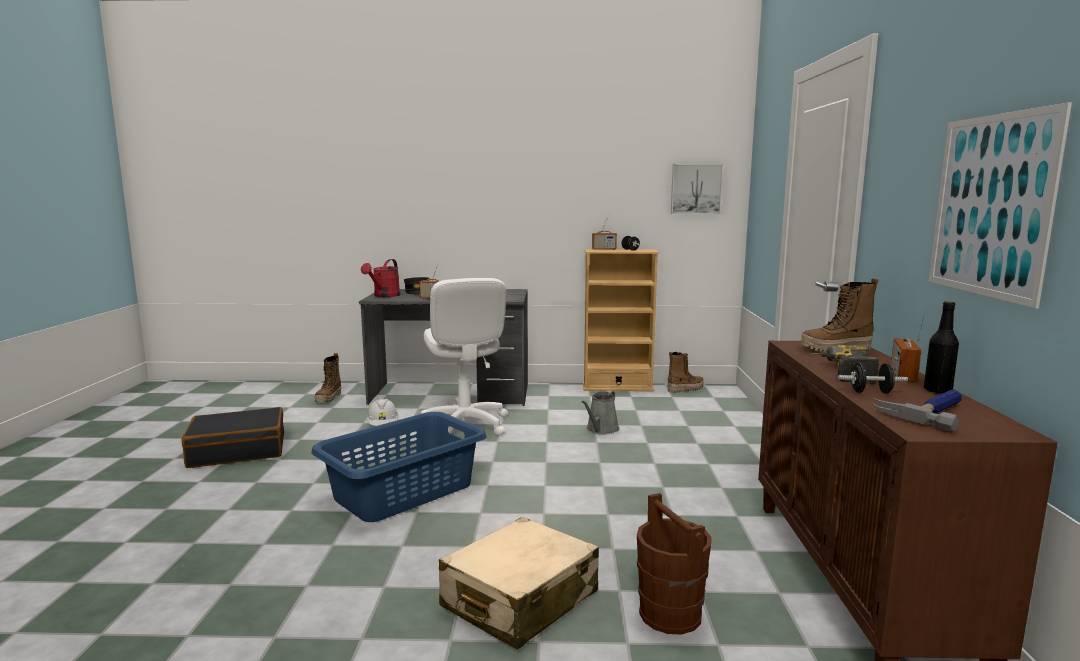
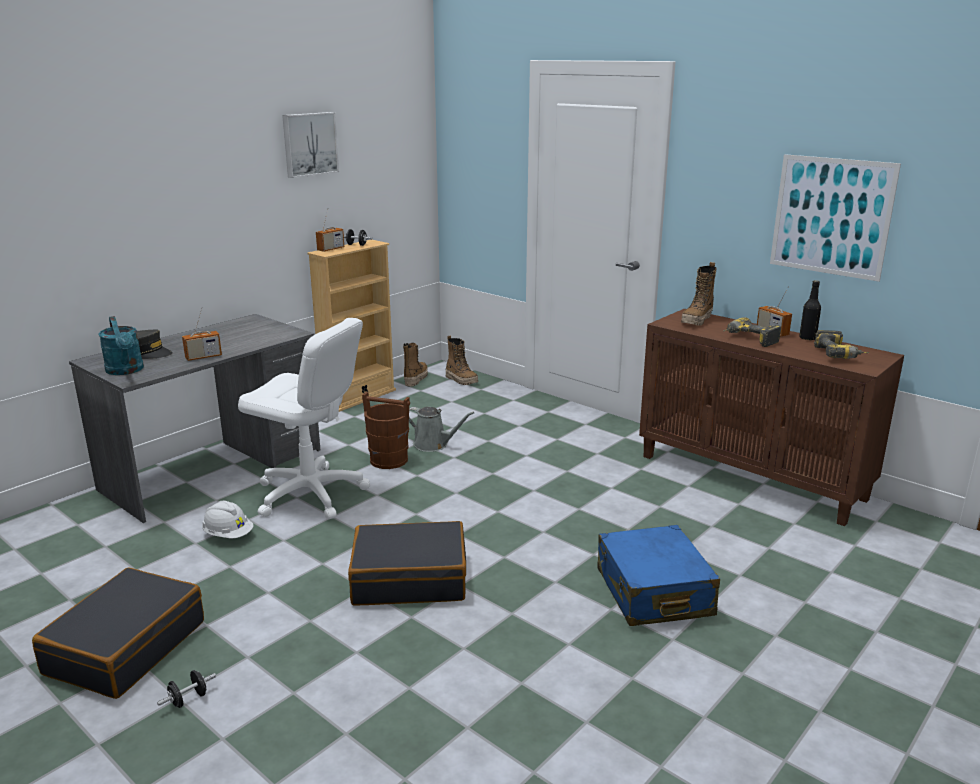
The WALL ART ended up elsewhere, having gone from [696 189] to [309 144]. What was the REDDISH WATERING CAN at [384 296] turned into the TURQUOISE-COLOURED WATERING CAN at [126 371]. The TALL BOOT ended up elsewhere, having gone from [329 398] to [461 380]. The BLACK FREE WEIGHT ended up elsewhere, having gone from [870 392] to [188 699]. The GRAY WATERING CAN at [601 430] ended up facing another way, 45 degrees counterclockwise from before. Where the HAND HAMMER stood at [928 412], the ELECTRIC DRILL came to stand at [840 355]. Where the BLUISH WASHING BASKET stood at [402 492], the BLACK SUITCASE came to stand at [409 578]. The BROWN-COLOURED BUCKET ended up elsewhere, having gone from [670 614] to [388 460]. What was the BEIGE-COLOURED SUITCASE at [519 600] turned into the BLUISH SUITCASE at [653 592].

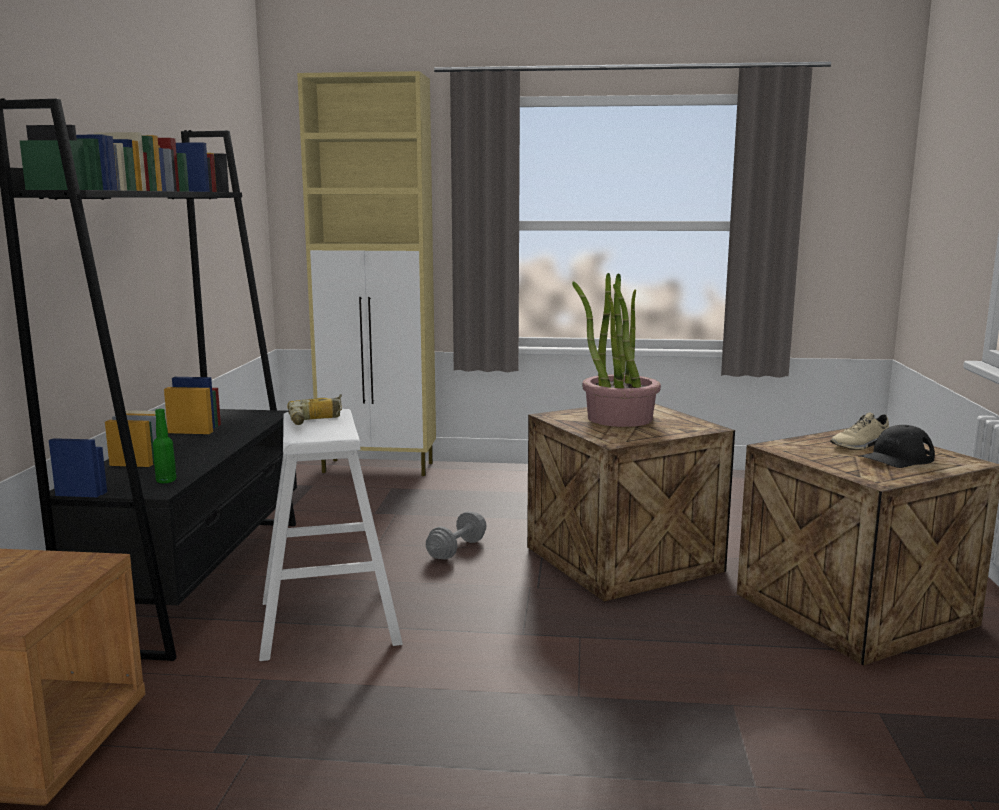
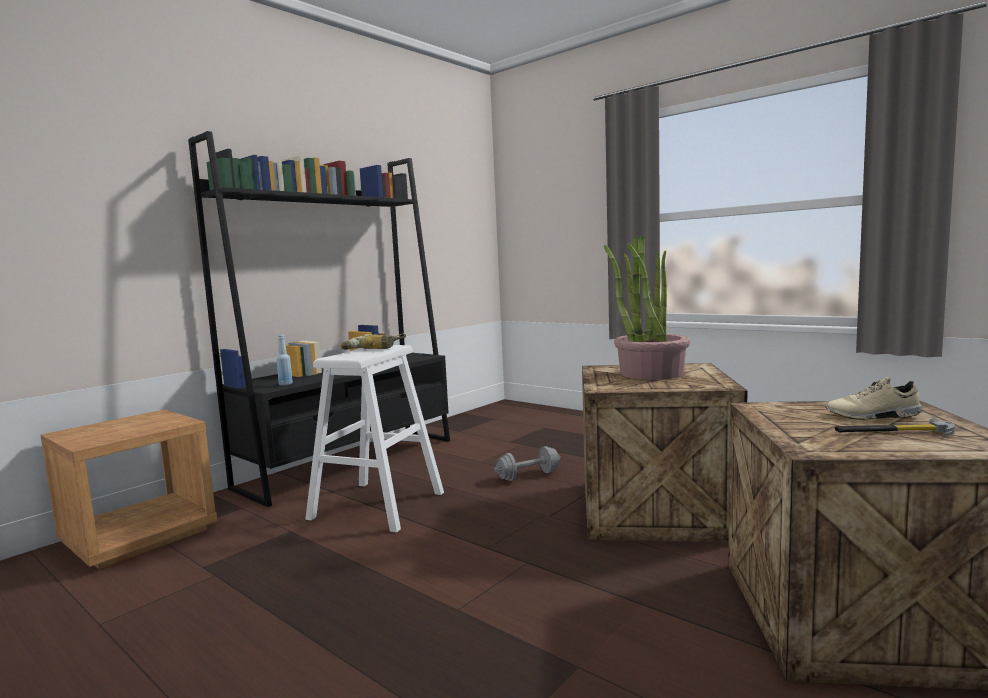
The second view lost the BEIGE-COLOURED STORAGE CABINET at [379 468]. What was the GREEN-COLOURED DRINK BOTTLE at [166 481] turned into the BLUISH DRINK BOTTLE at [285 384]. Where the BLACK PEAKED CAP stood at [896 458], the HAND HAMMER came to stand at [894 432].

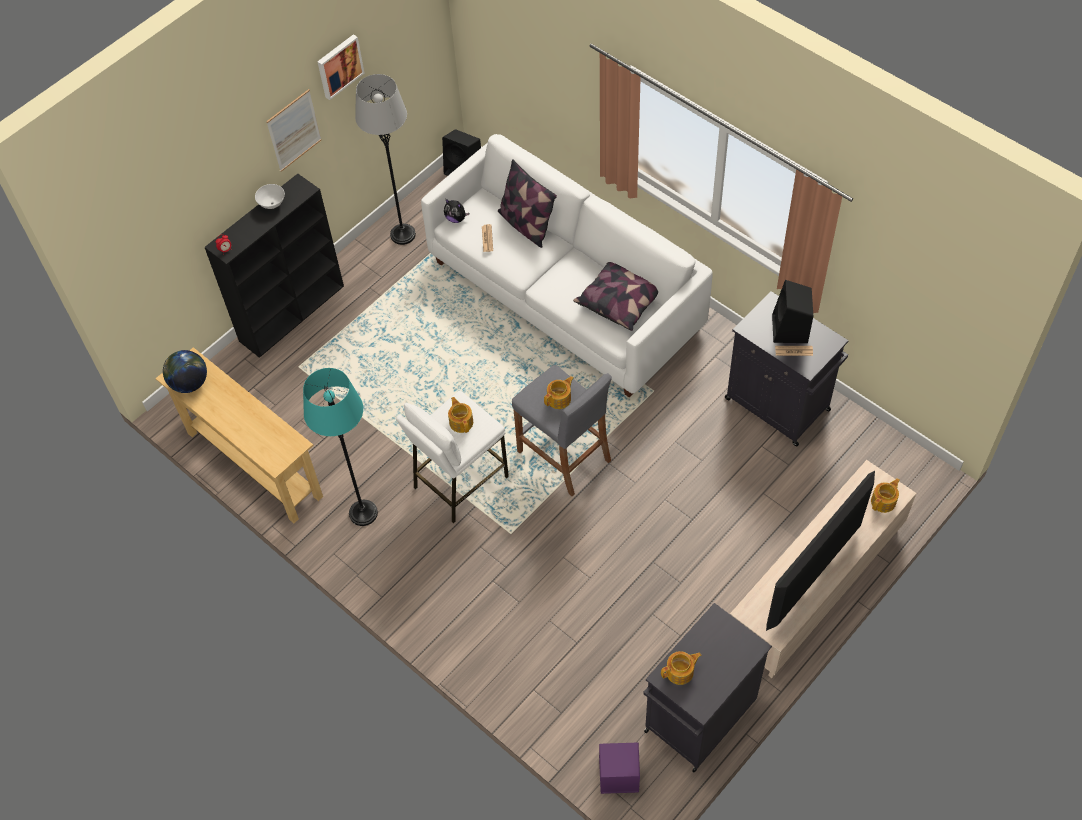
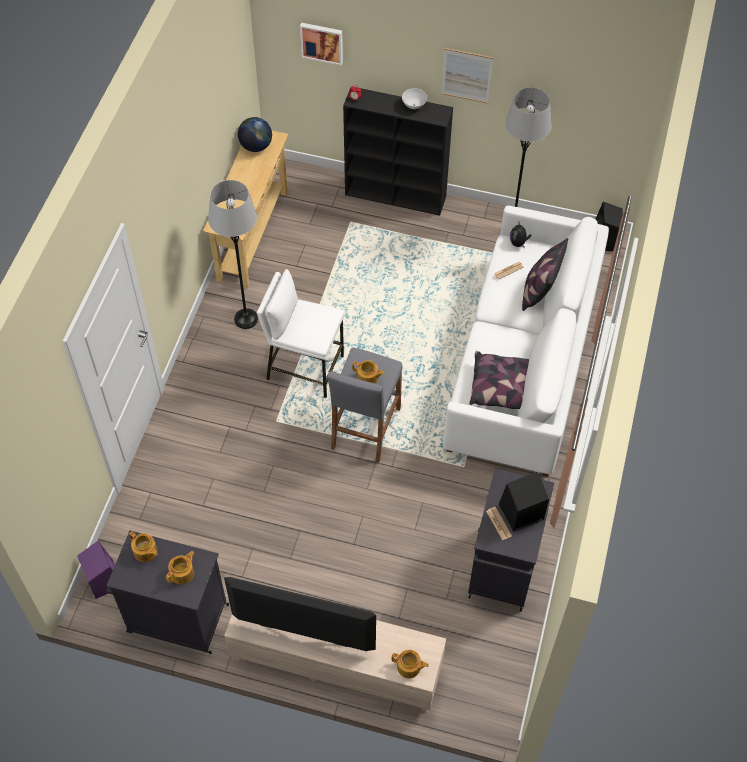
The WALL ART ended up elsewhere, having gone from [339 66] to [322 42]. What was the TURQUOISE-COLOURED STANDARD LAMP at [363 513] turned into the GRAY STANDARD LAMP at [246 319]. The POT FOR TEA ended up elsewhere, having gone from [461 422] to [183 573].

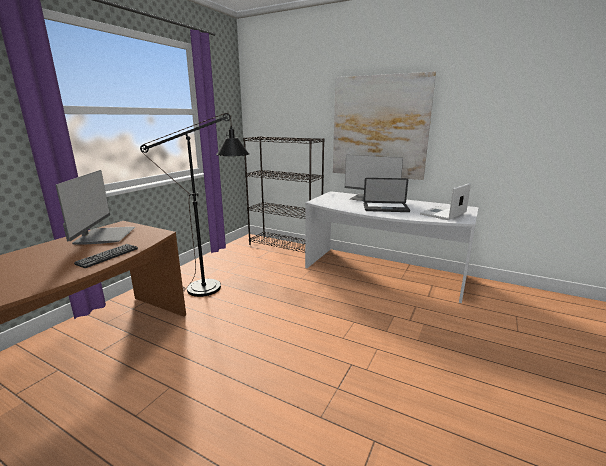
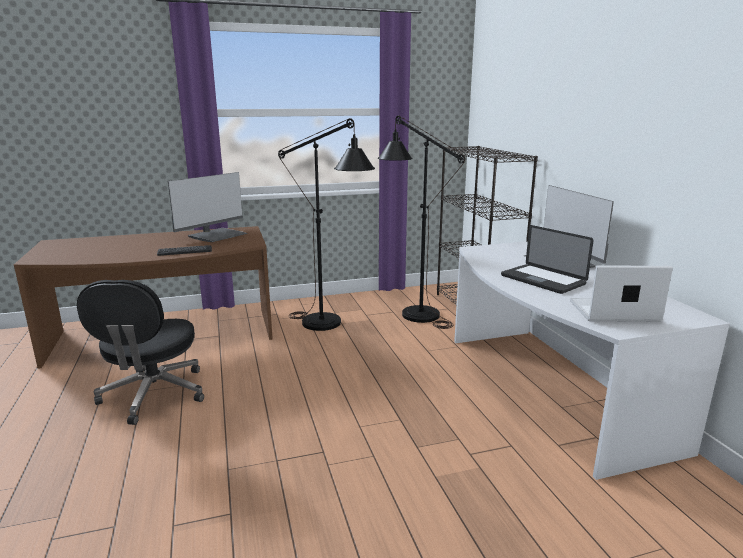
The second view lost the WALL ART at [379 127]. The second view gained the BLACK STANDARD LAMP at [413 311]. The second view gained the BLACK OFFICE CHAIR at [153 395].

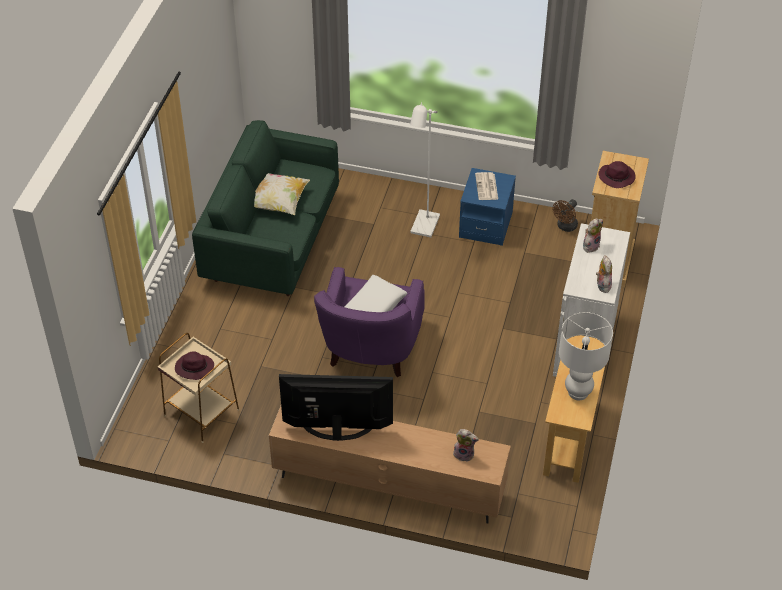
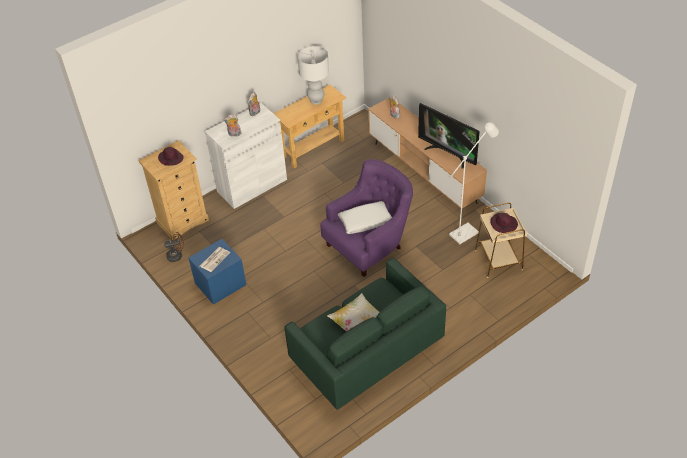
The WHITE-COLOURED STANDARD LAMP ended up elsewhere, having gone from [423 229] to [467 231].

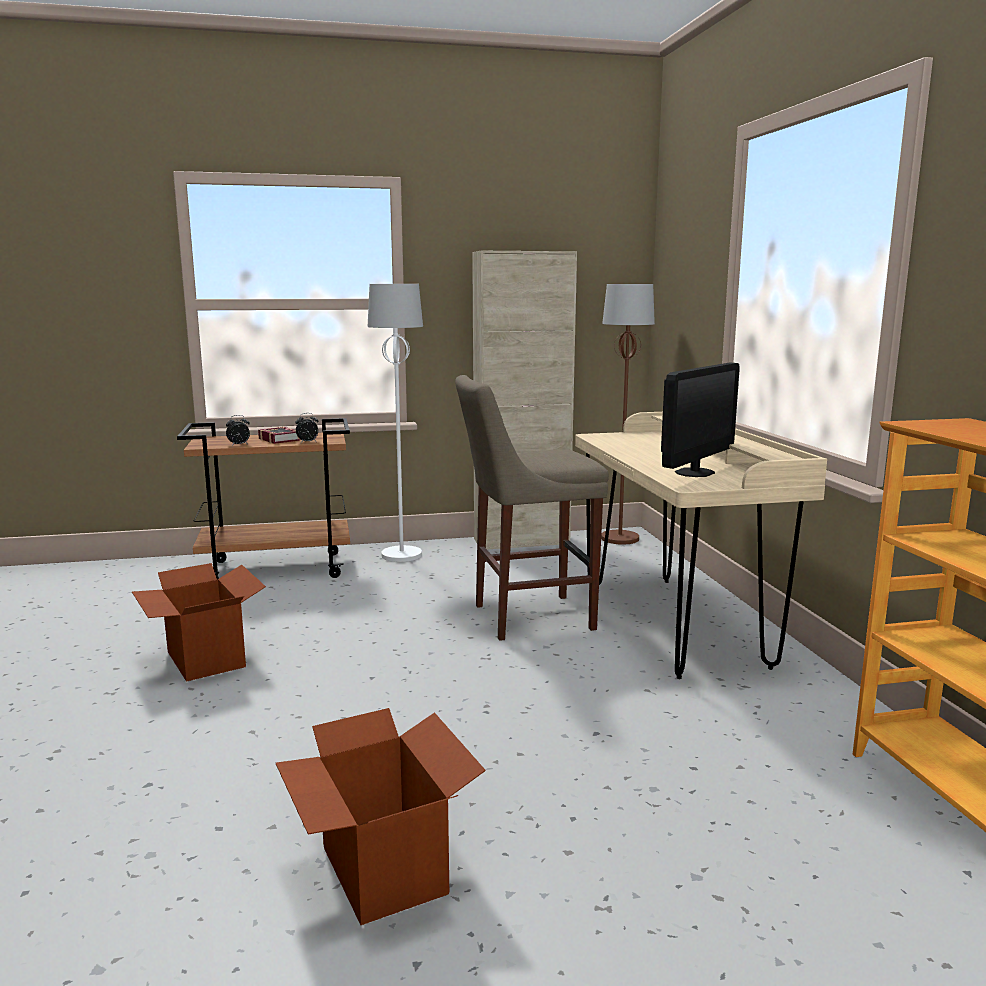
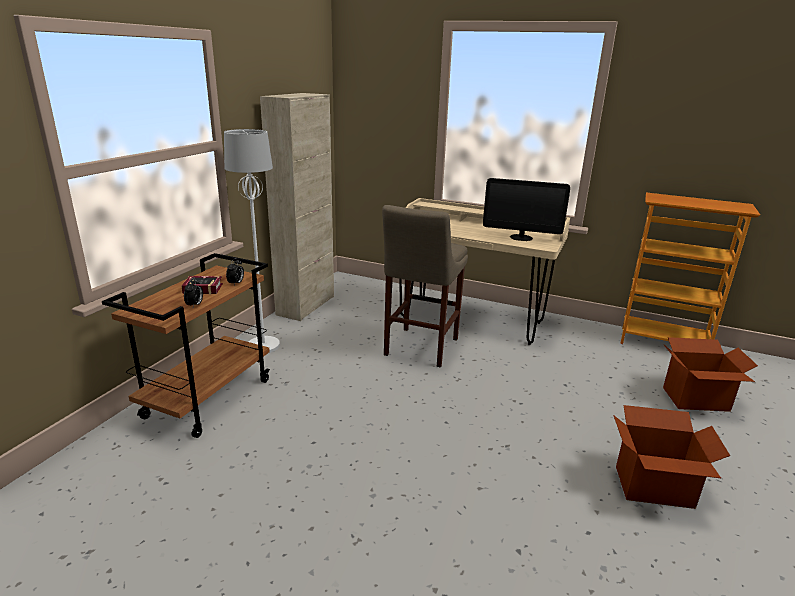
The second view lost the BROWN-COLOURED STANDARD LAMP at [620 538]. The MONITOR at [694 472] ended up facing another way, 120 degrees clockwise from before. The CARDBOARD BOX ended up elsewhere, having gone from [204 659] to [696 400].

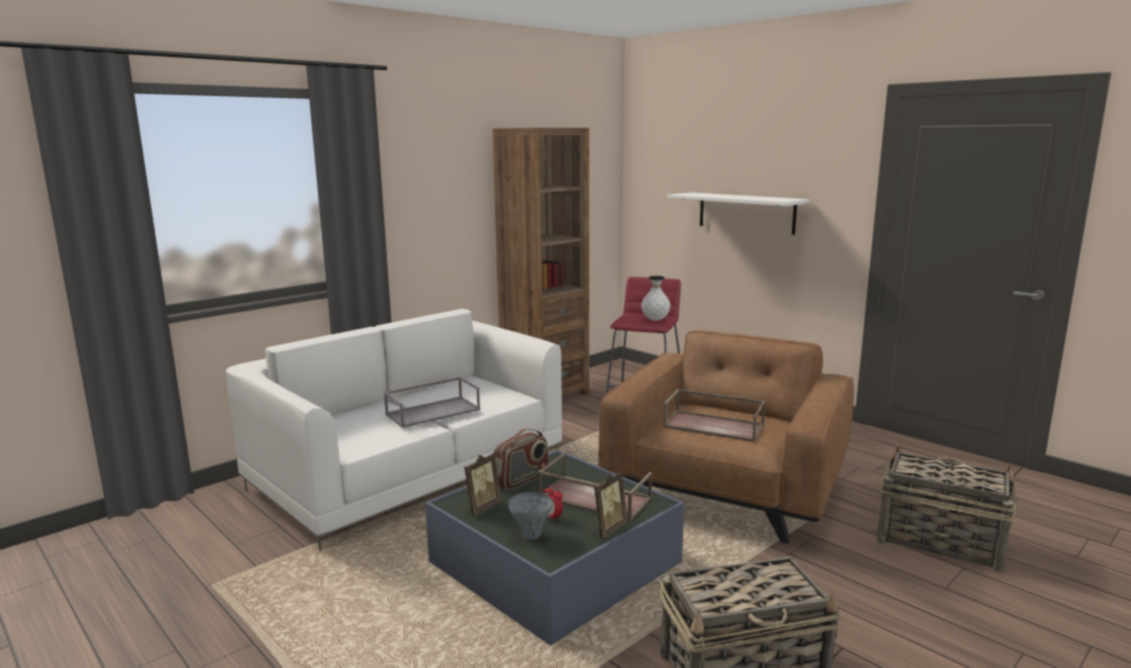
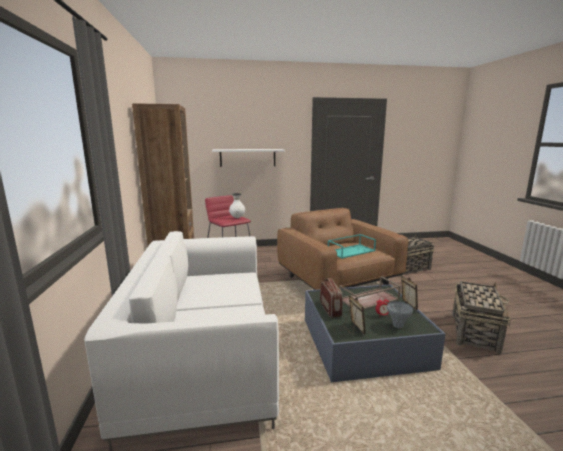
The second view lost the GRAY TRAY at [433 411]. What was the BROWN-COLOURED TRAY at [714 426] turned into the TURQUOISE-COLOURED TRAY at [351 251].

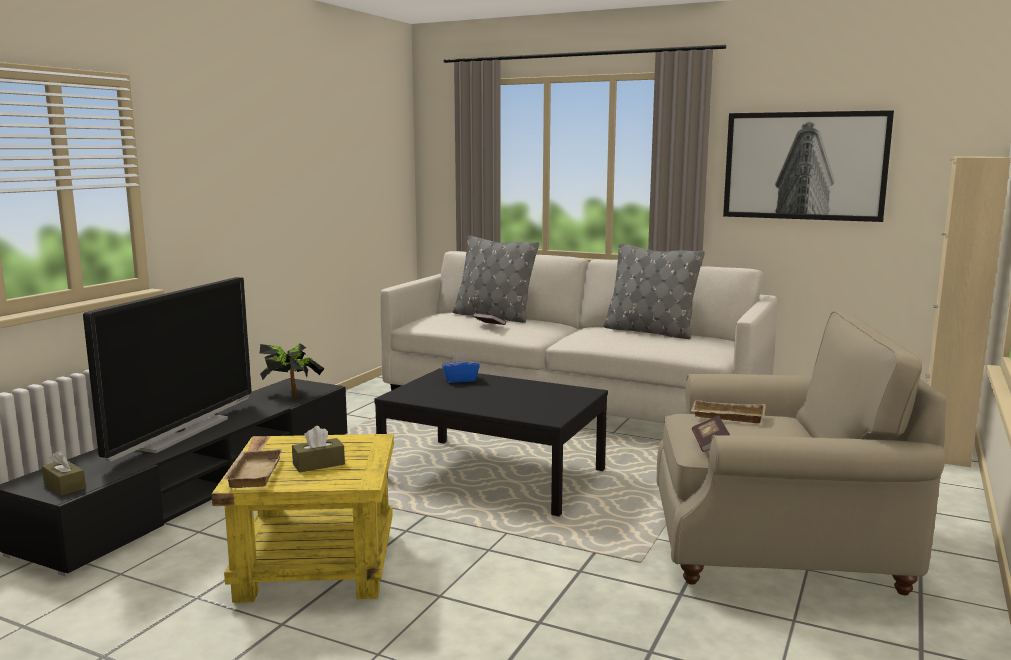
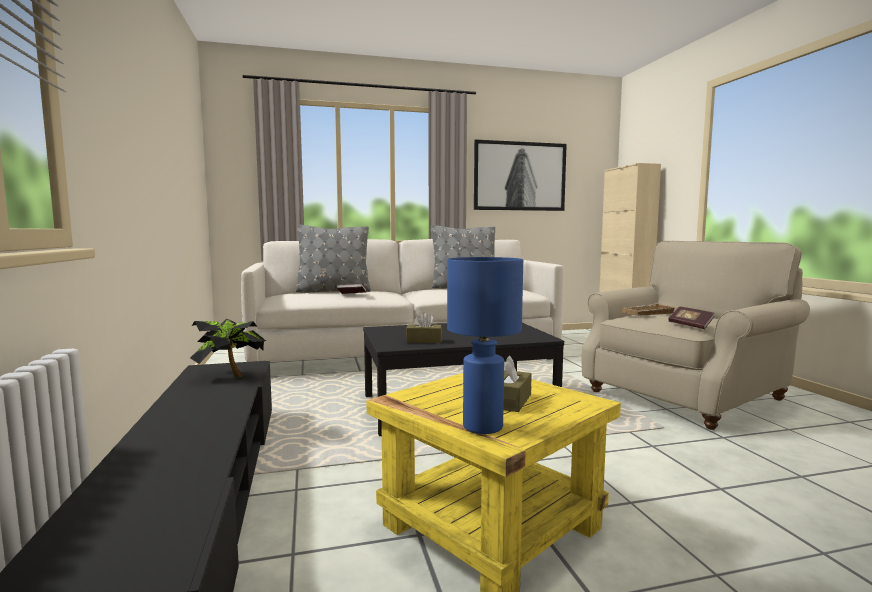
The second view lost the TV SET at [180 433]. The second view lost the BLUISH TISSUE HOLDER at [460 380]. Where the BEIGE-COLOURED TRAY stood at [252 473], the BLUISH TABLE LAMP came to stand at [481 427]. The BROWN-COLOURED TISSUE HOLDER ended up elsewhere, having gone from [64 486] to [424 340].

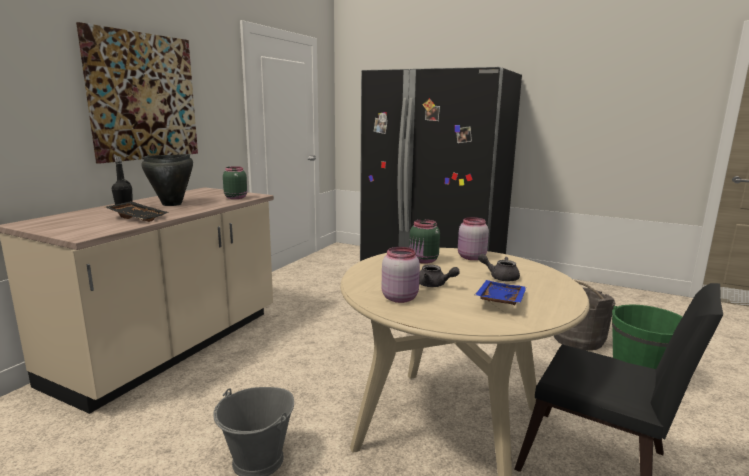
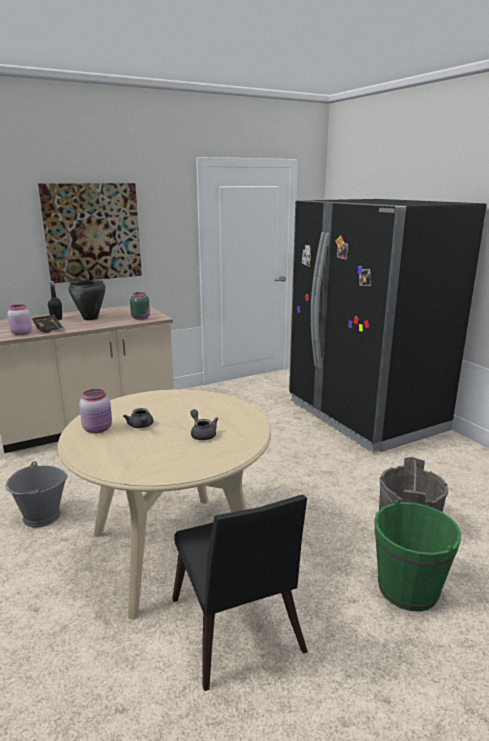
The PINKISH JAR ended up elsewhere, having gone from [470 257] to [21 333]. The second view lost the GREEN-COLOURED JAR at [423 261]. The second view lost the BLUISH TRAY at [499 300].

